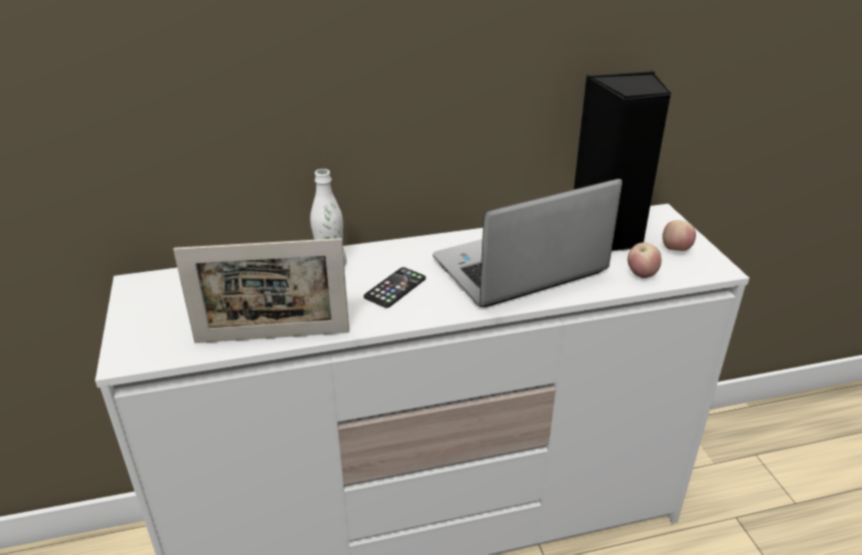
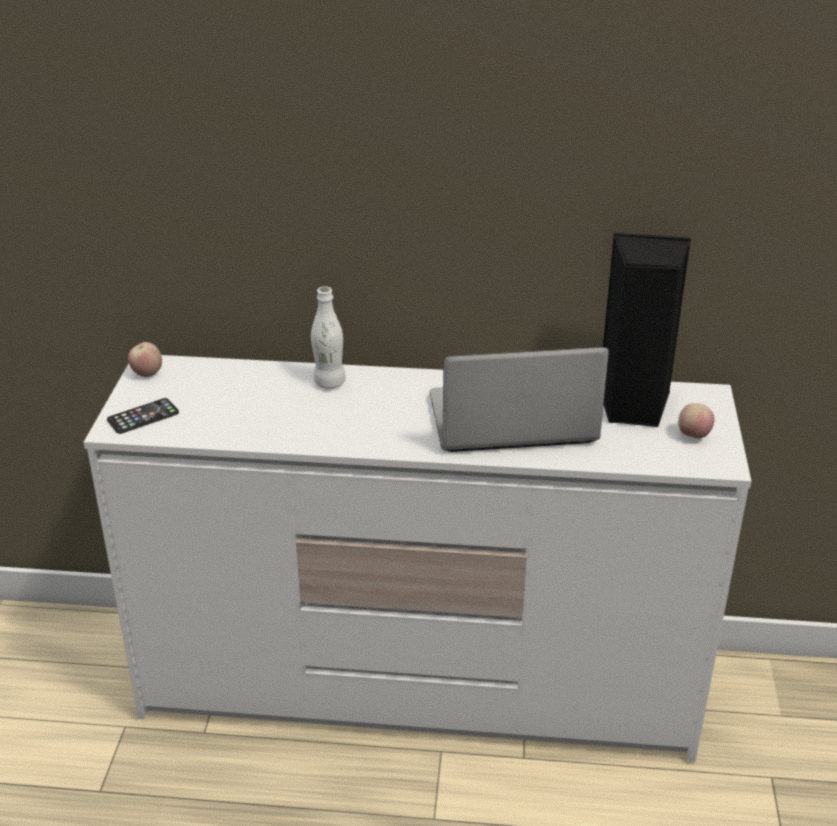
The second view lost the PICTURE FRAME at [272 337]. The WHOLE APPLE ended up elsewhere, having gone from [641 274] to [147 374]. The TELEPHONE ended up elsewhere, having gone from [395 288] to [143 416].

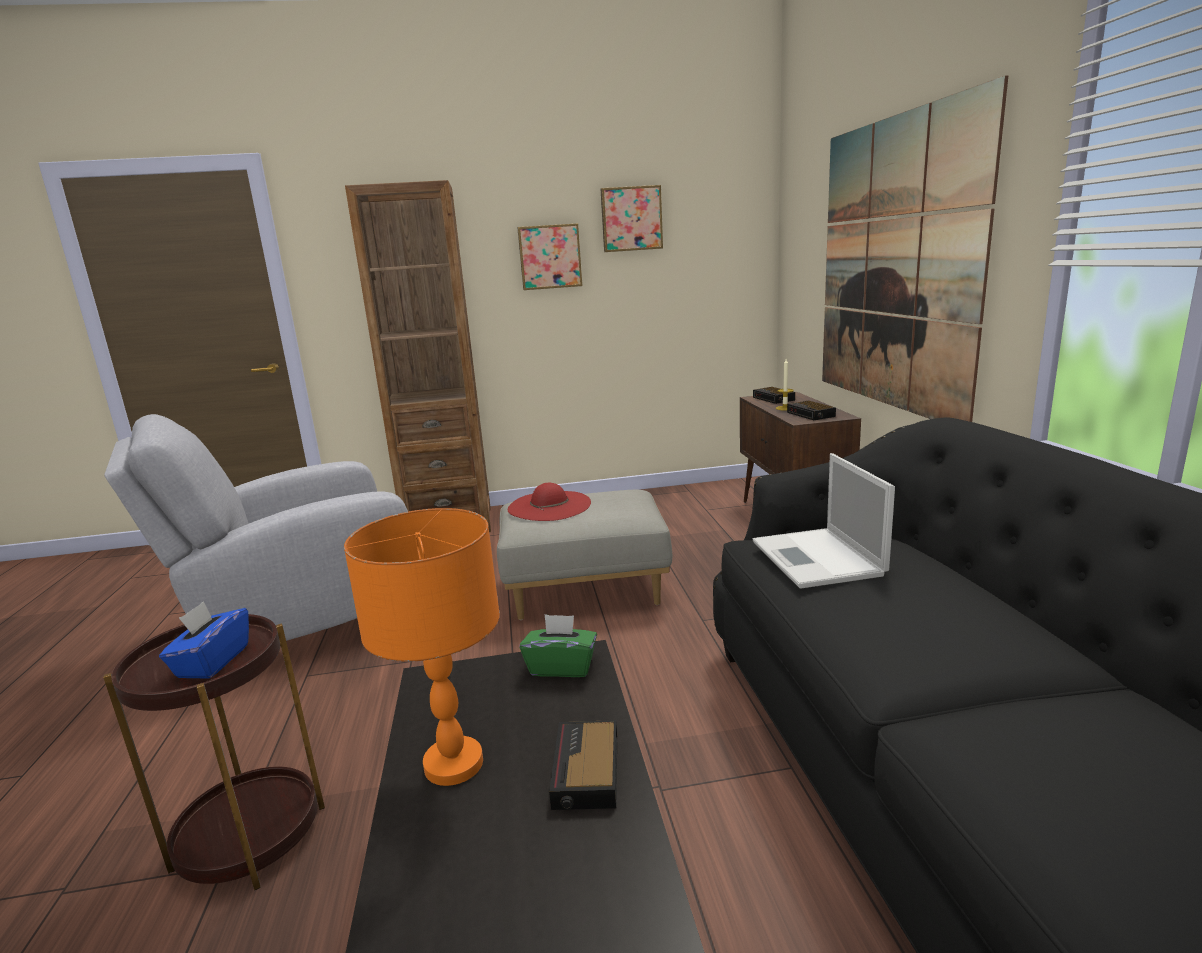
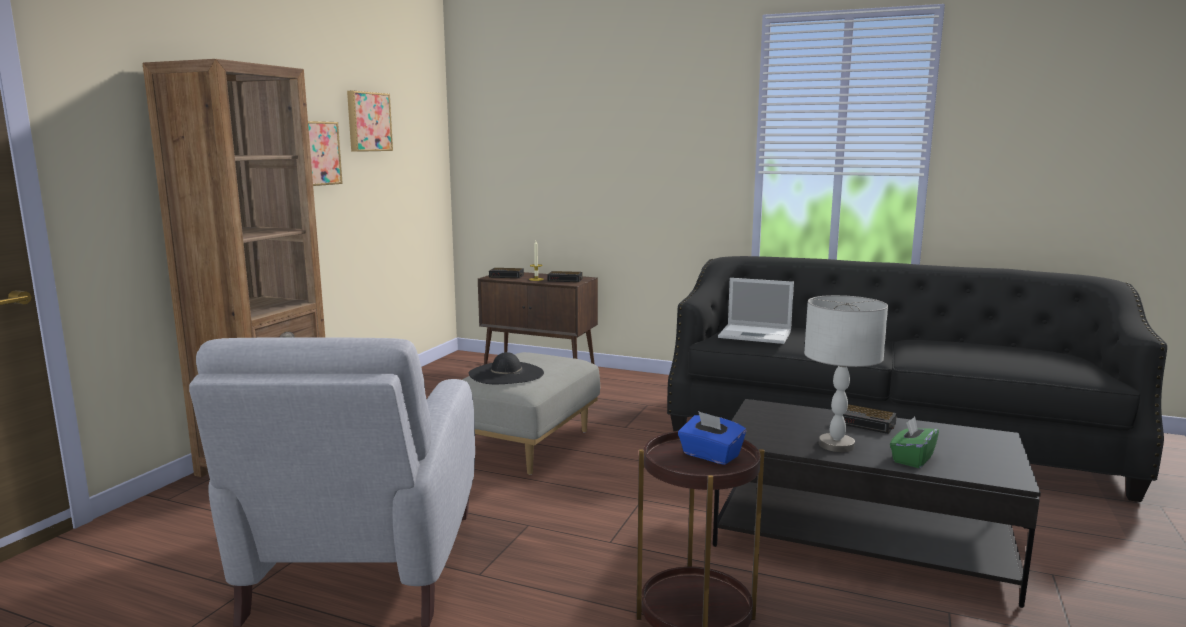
The second view lost the WALL ART at [894 266]. What was the REDDISH WEARABLE HAT at [549 506] turned into the BLACK WEARABLE HAT at [506 373]. What was the ORANGE TABLE LAMP at [454 764] turned into the GRAY TABLE LAMP at [837 445]. The GREEN-COLOURED TISSUE HOLDER ended up elsewhere, having gone from [561 667] to [912 459].

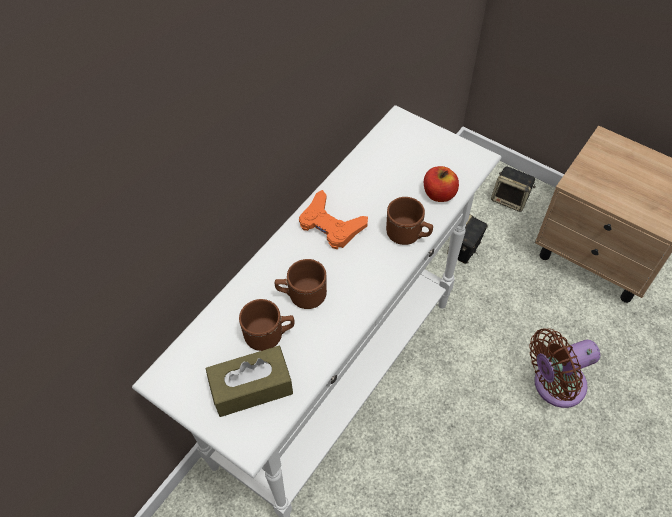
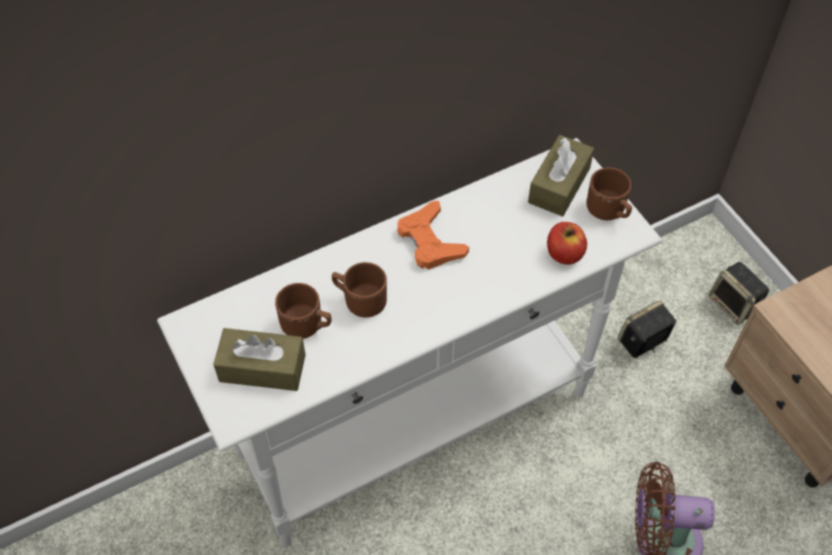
The BROWN-COLOURED MUG ended up elsewhere, having gone from [408 235] to [608 212]. The second view gained the BROWN-COLOURED TISSUE HOLDER at [559 185].

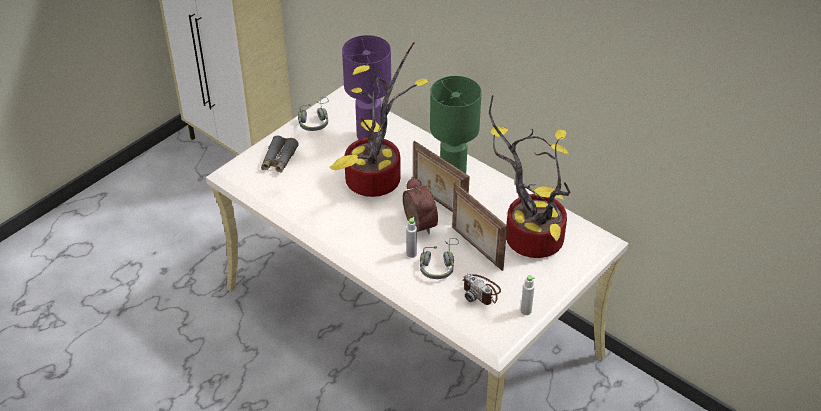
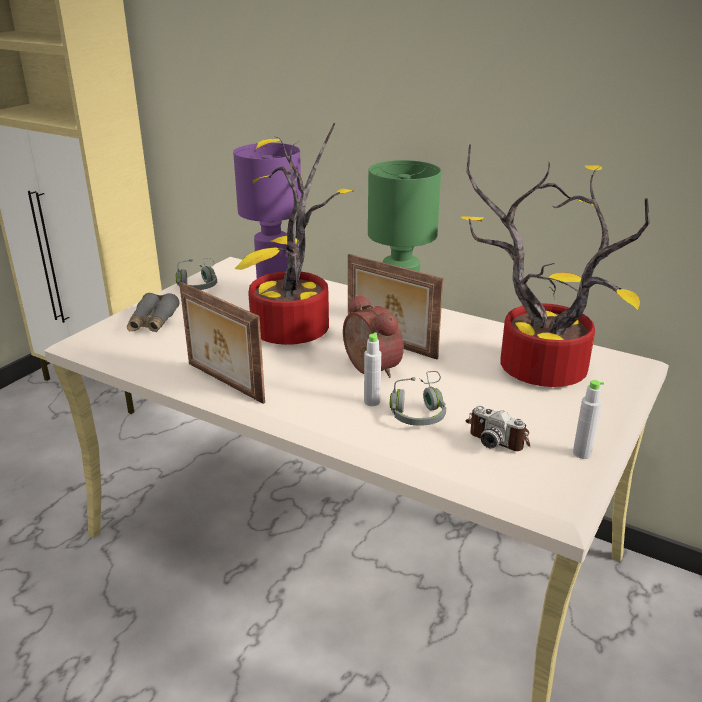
The PICTURE FRAME ended up elsewhere, having gone from [476 249] to [223 383].

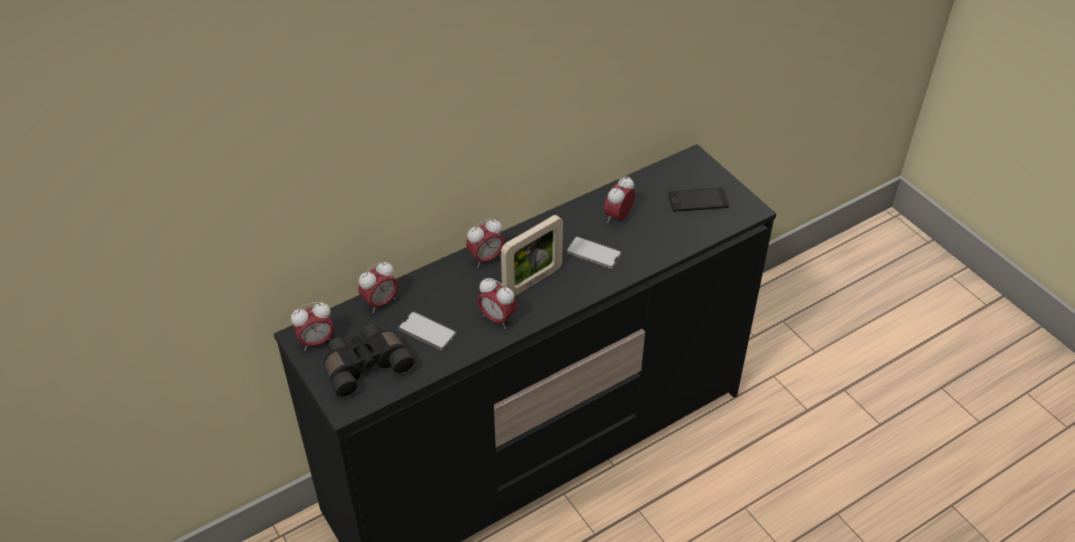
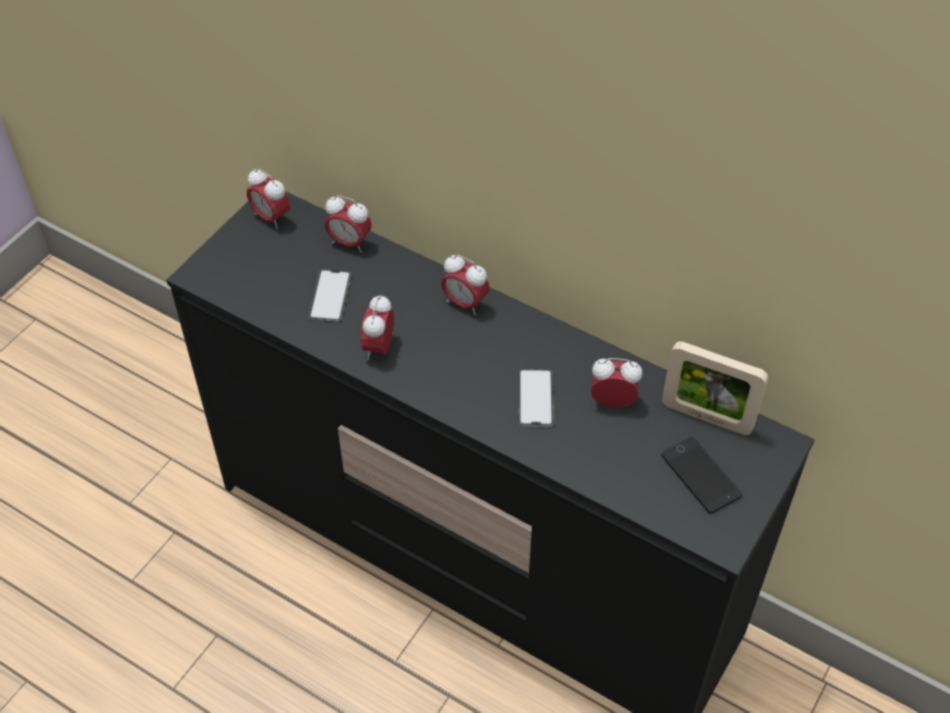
The PICTURE FRAME ended up elsewhere, having gone from [532 281] to [706 417]. The second view lost the BLACK BINOCULARS at [366 365].

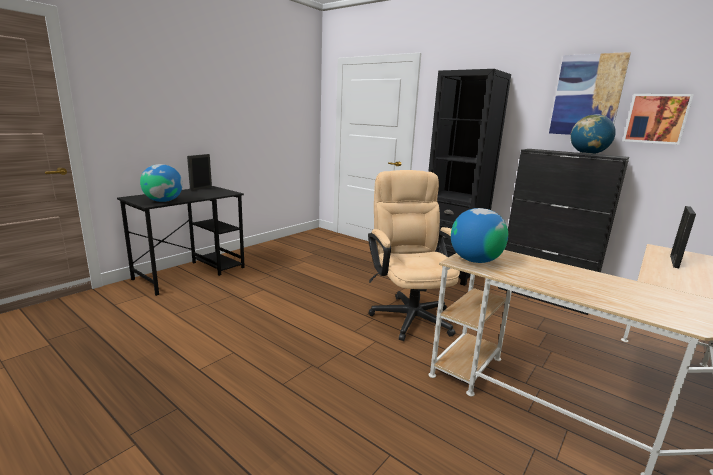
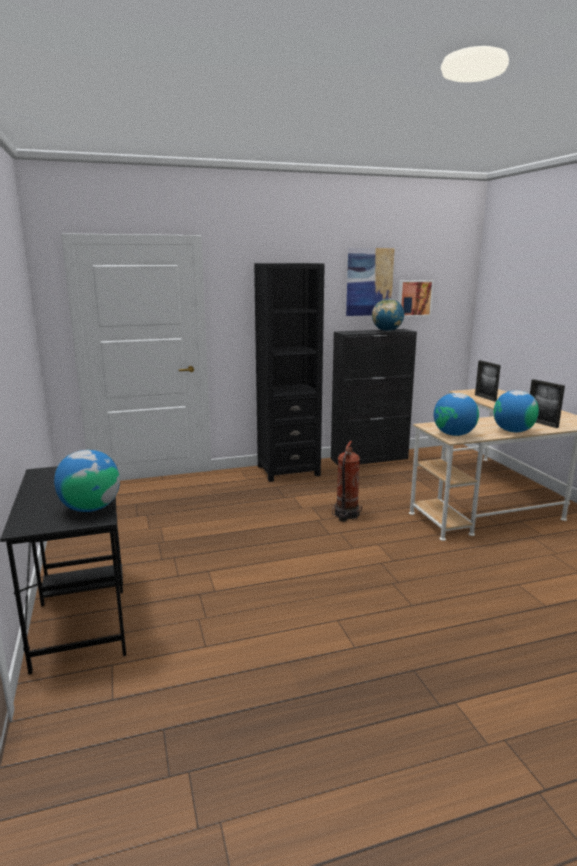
The PICTURE FRAME ended up elsewhere, having gone from [201 188] to [542 423]. Where the BEIGE-COLOURED OFFICE CHAIR stood at [409 313], the FIRE EXTINGUISHER came to stand at [345 514]. The second view gained the WORLD GLOBE at [513 431].

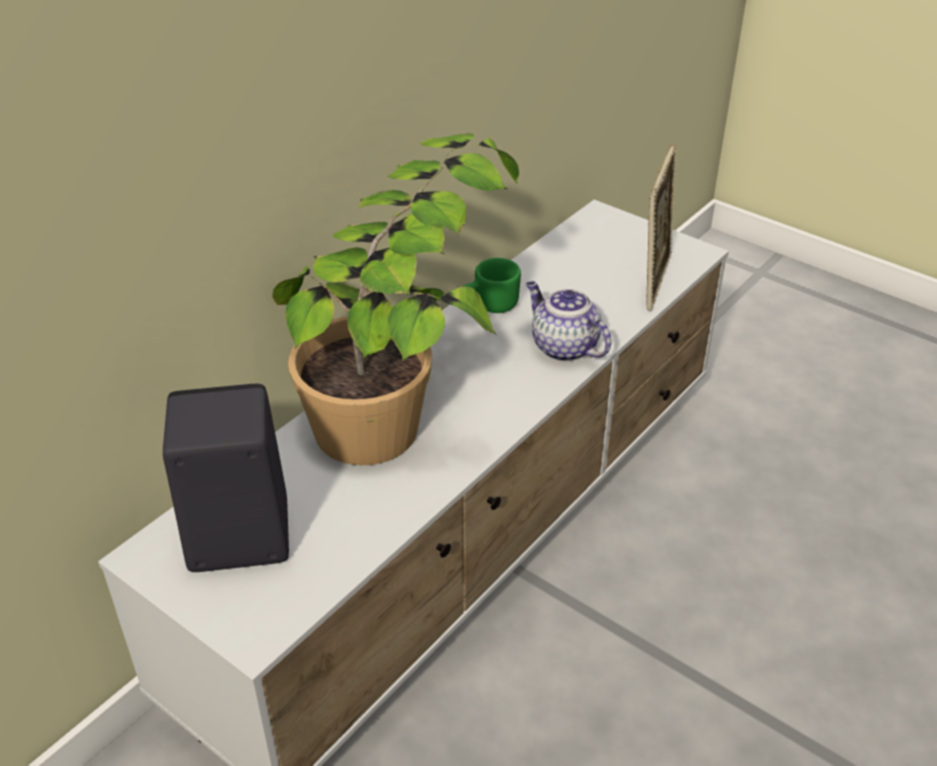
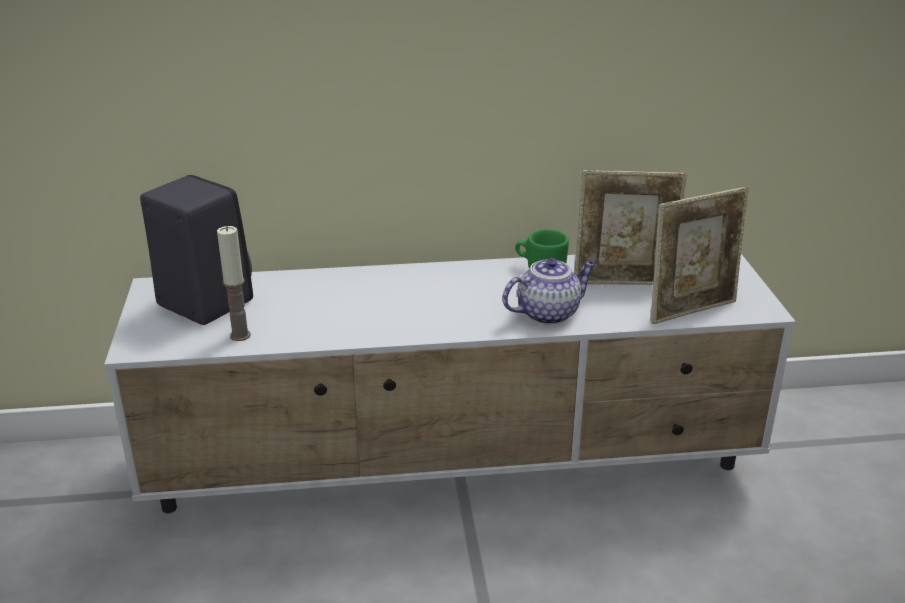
The second view lost the PLANT IN A POT at [408 404]. The POT FOR TEA at [563 347] ended up facing another way, 60 degrees clockwise from before. The second view gained the PICTURE FRAME at [623 282]. The second view gained the WAX CANDLE at [240 335].

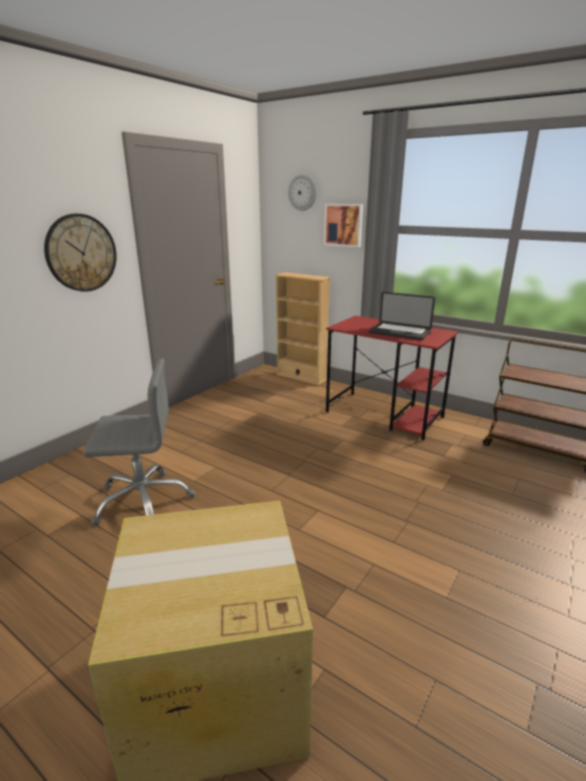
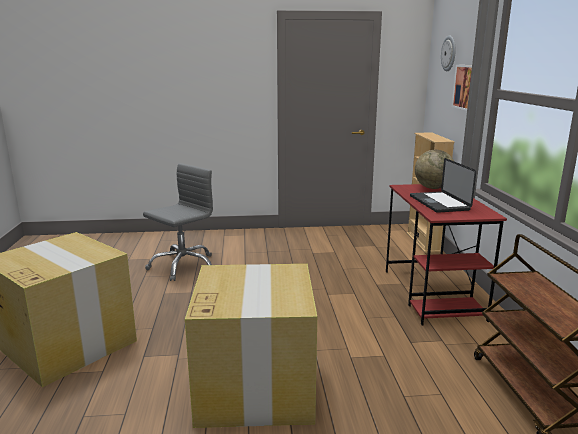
The second view lost the HANGING CLOCK at [81 253]. The GRAY OFFICE CHAIR at [143 501] ended up facing another way, 90 degrees counterclockwise from before. The second view gained the WORLD GLOBE at [432 188]. The second view gained the CARDBOARD BOX at [255 385].

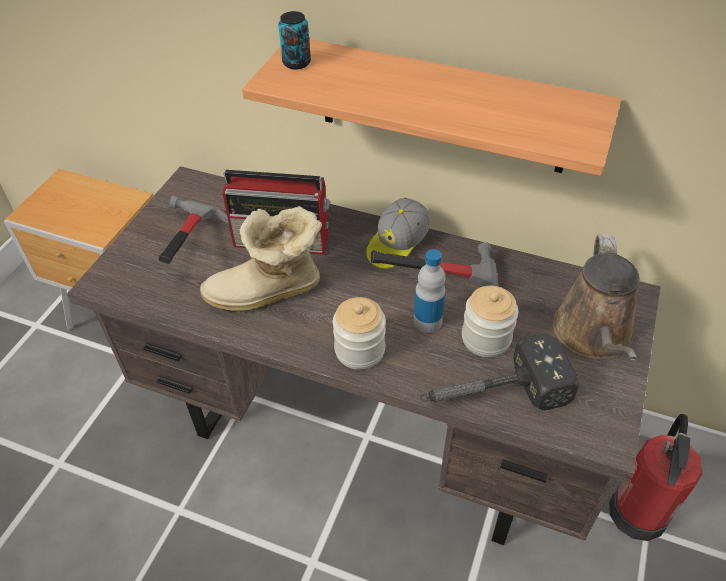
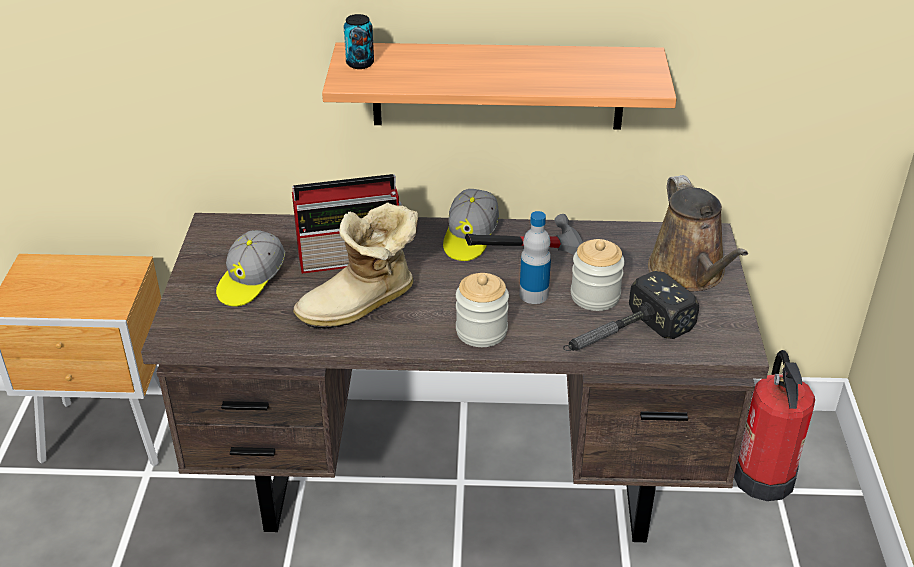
Where the HAND HAMMER stood at [188 245], the PEAKED CAP came to stand at [251 281].

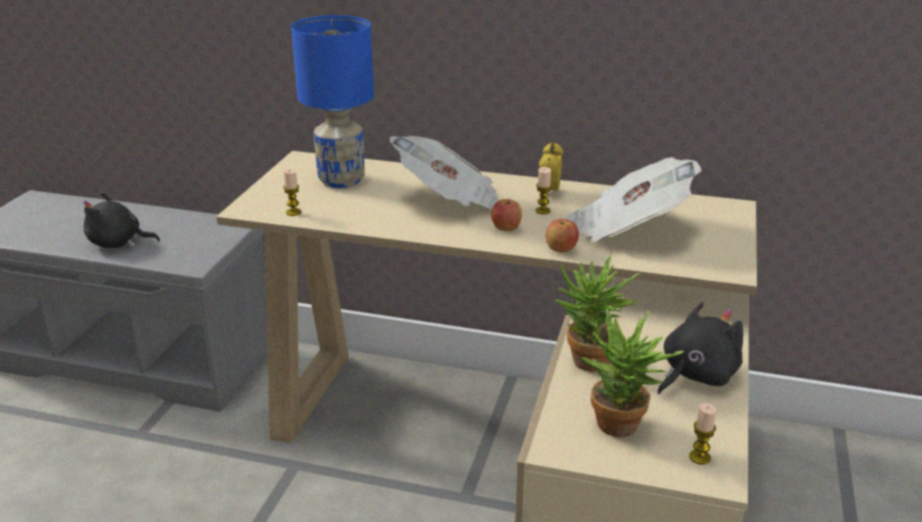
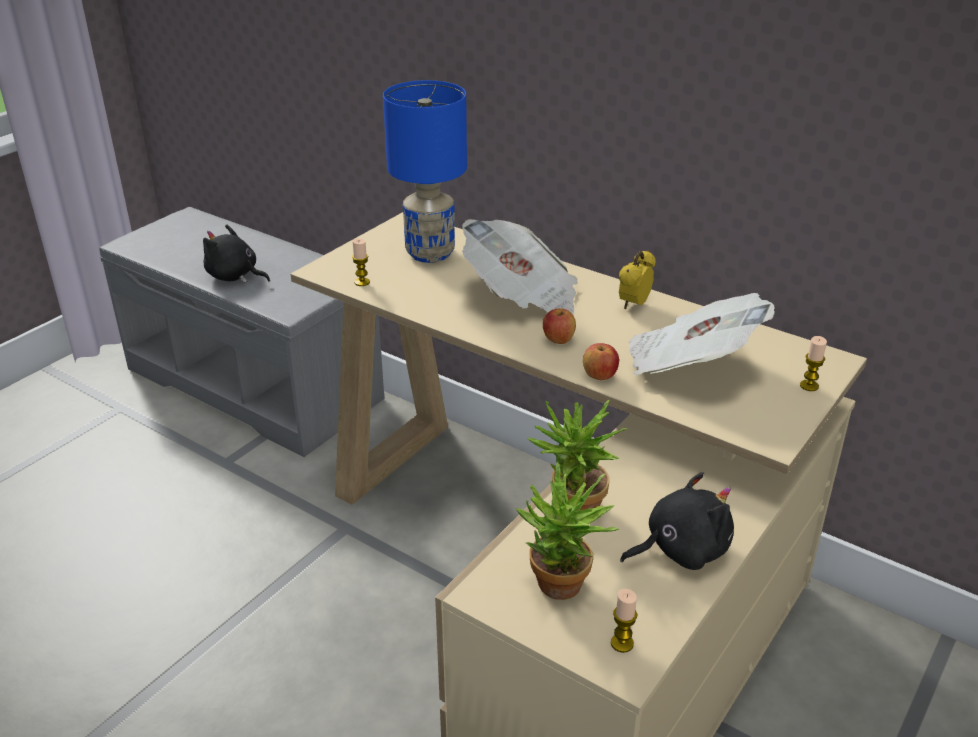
The WAX CANDLE ended up elsewhere, having gone from [542 211] to [809 386].

